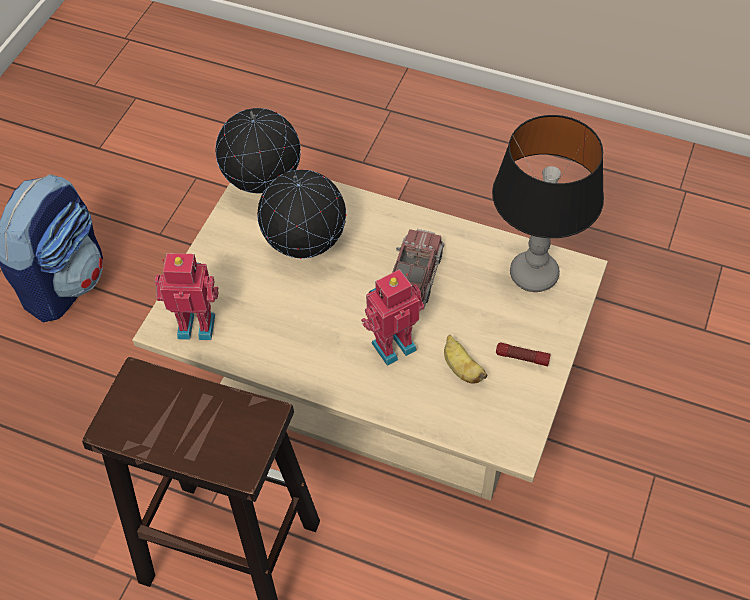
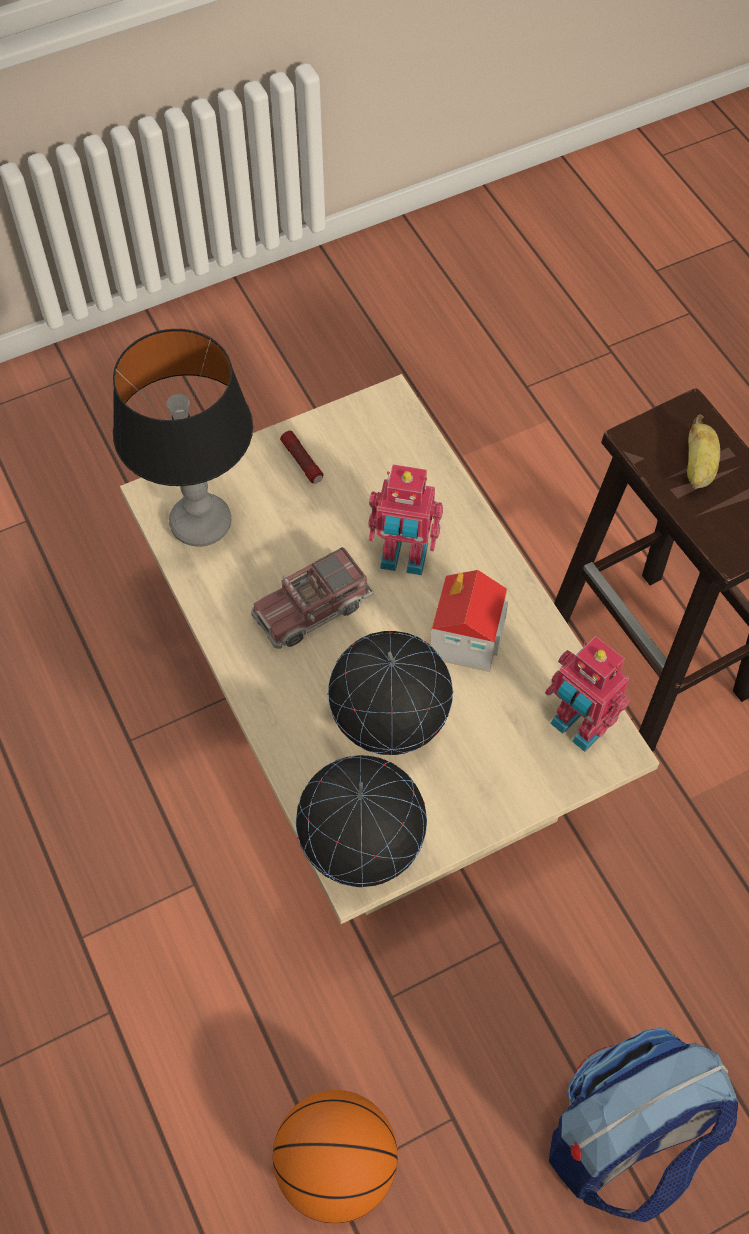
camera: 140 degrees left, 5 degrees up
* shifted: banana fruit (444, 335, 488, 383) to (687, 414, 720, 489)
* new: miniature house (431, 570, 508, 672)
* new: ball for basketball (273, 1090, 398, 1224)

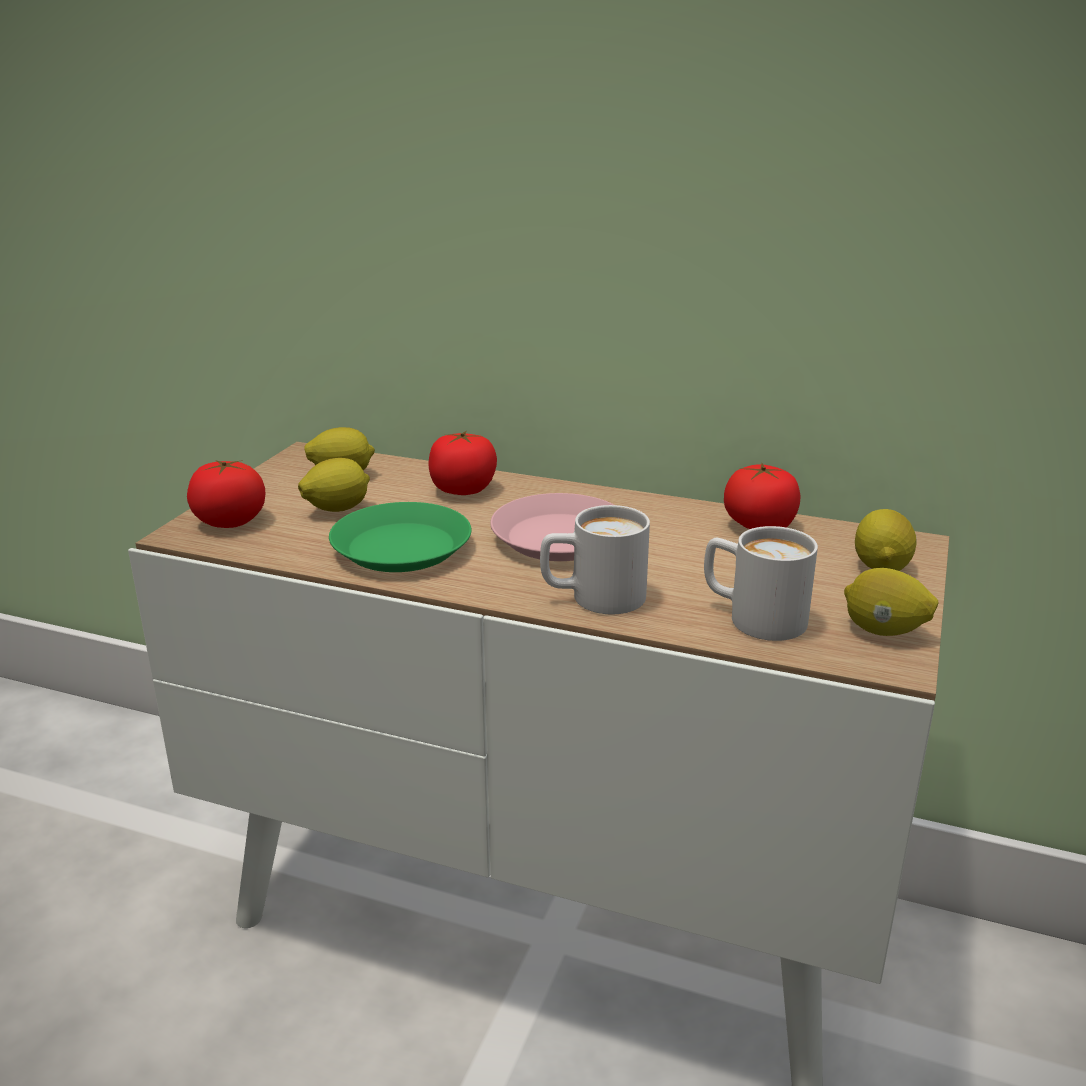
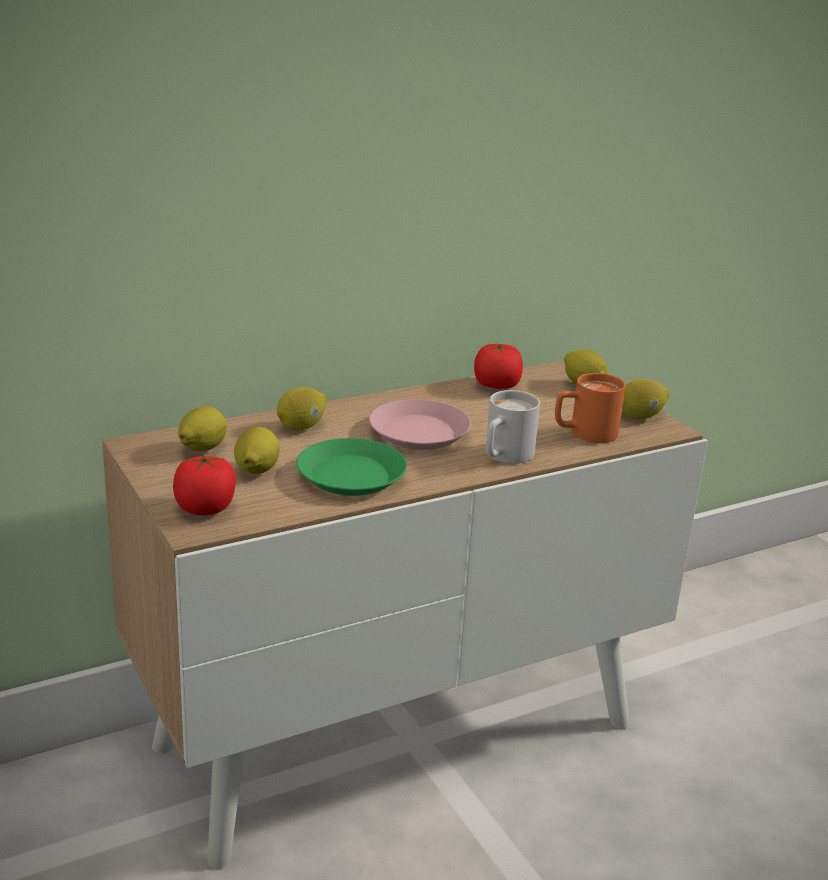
camera: 50 degrees left, 0 degrees up
* swapped: fresh tomato (429, 431, 497, 495) to citrus fruit (277, 387, 327, 430)
* repainted: whitish tea mug (704, 526, 818, 641) to orange tea mug (555, 373, 625, 443)

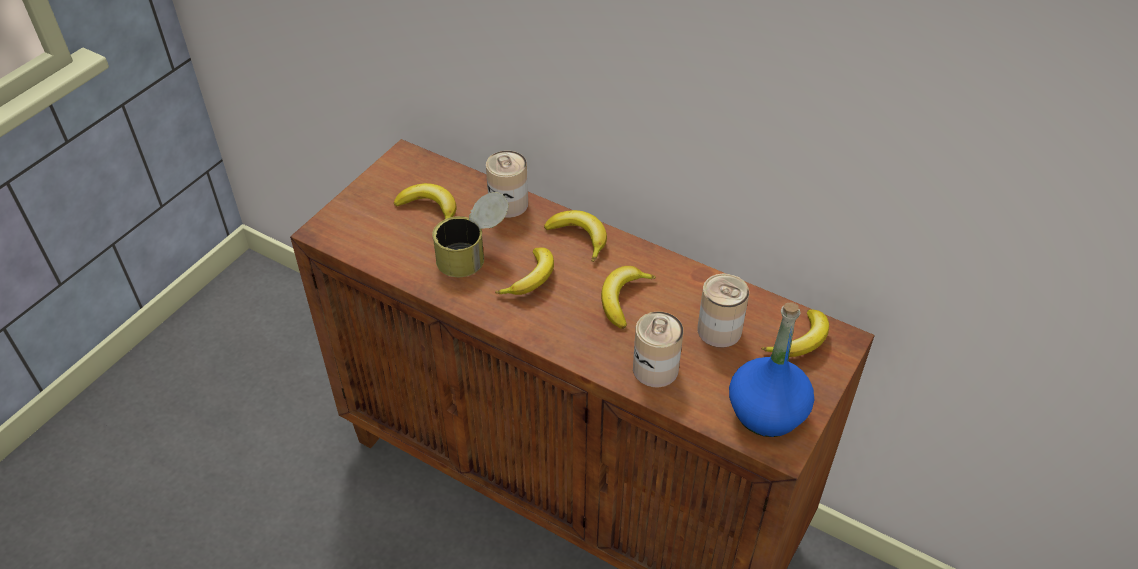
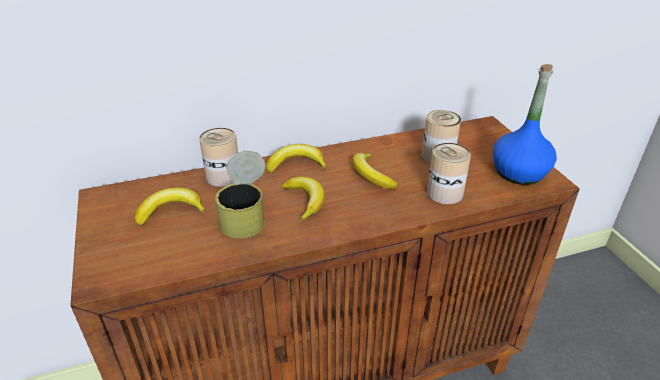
camera: 50 degrees left, 10 degrees down
* gone: banana fruit (761, 309, 829, 357)

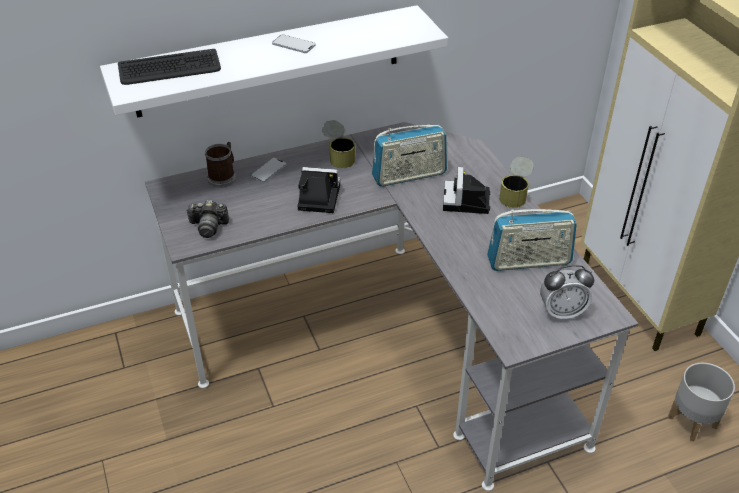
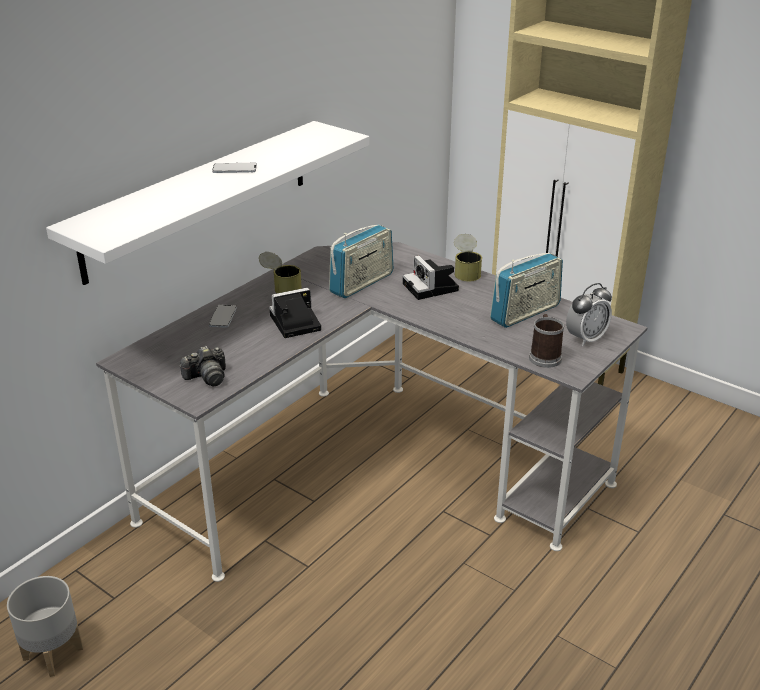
camera: 30 degrees left, 10 degrees down
* gone: PC keyboard (118, 49, 221, 85)
* shifted: tea mug (205, 142, 236, 188) to (529, 314, 564, 368)
* shifted: grey plant pot (668, 363, 735, 441) to (7, 576, 83, 677)

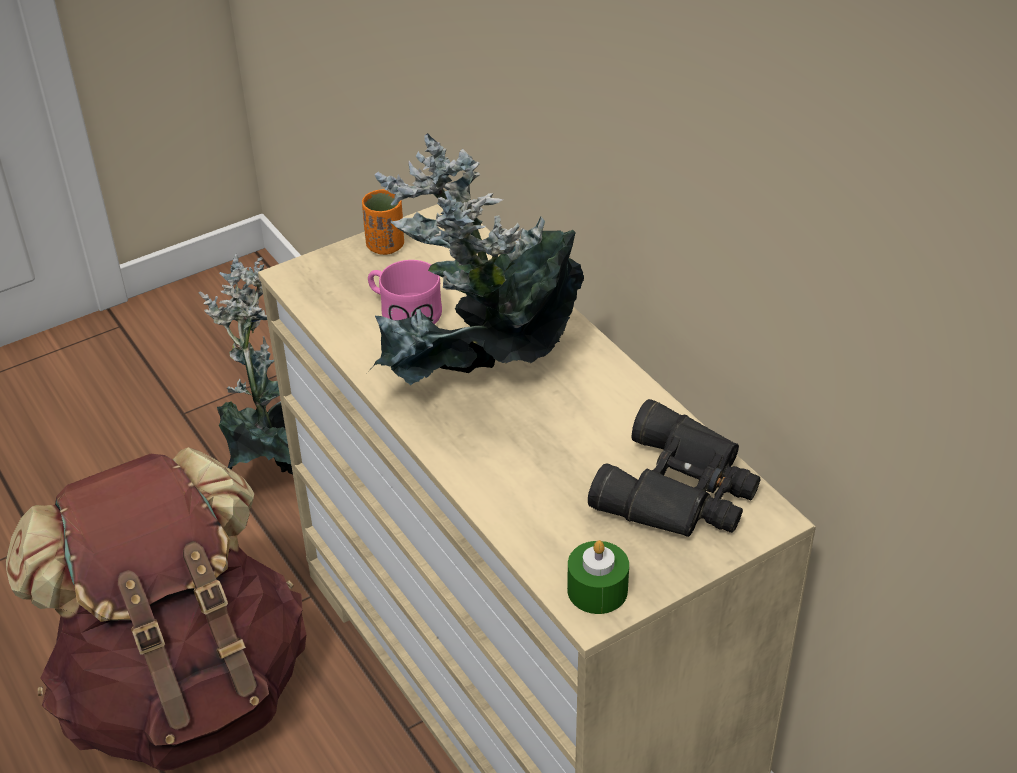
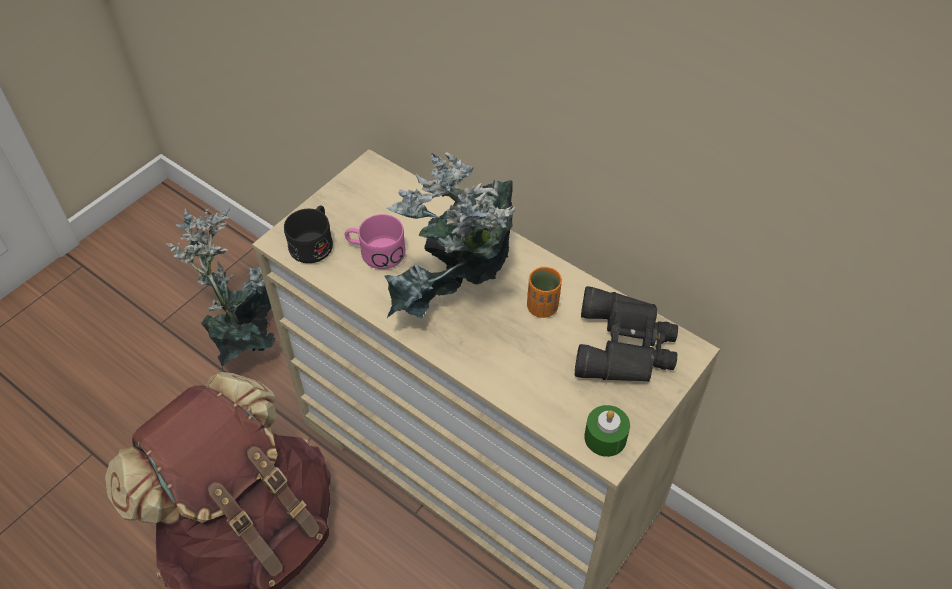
camera: 20 degrees left, 10 degrees up
* shifted: orange small cup (362, 189, 404, 255) to (527, 266, 562, 318)
* new: black tea mug (284, 205, 333, 263)

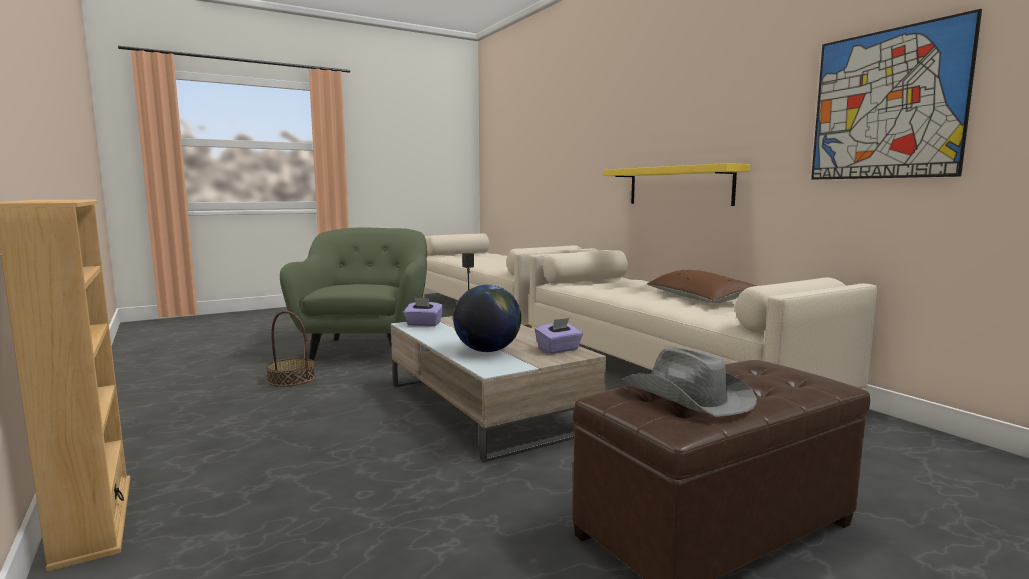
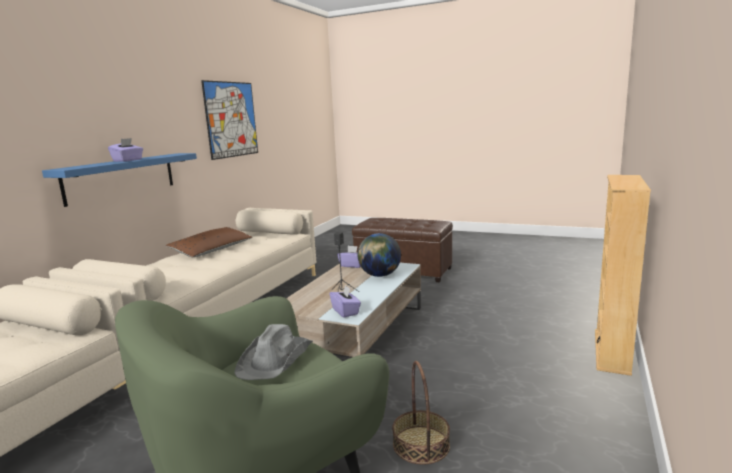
camera: 125 degrees left, 5 degrees up
* repainted: yellow-coloured shelf (603, 163, 750, 206) to bluish shelf (42, 153, 197, 207)
* shifted: grey hat (622, 347, 757, 417) to (234, 324, 313, 380)
* new: purple-coloured tissue box (108, 138, 143, 162)

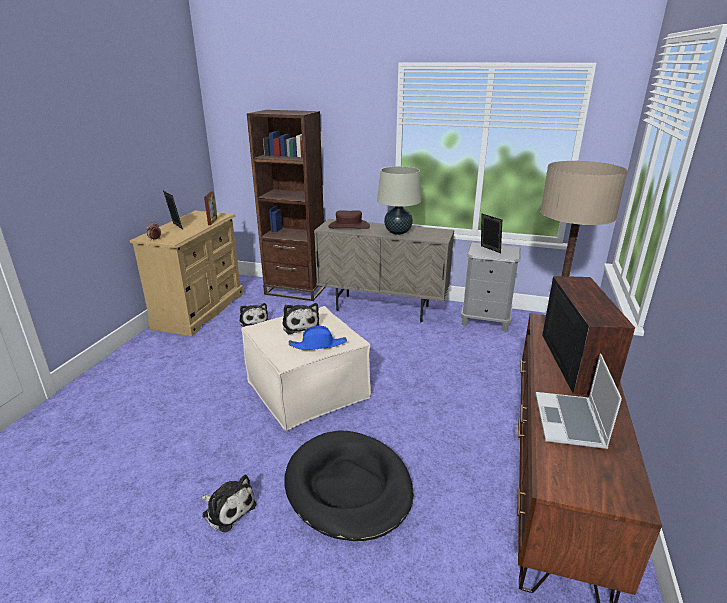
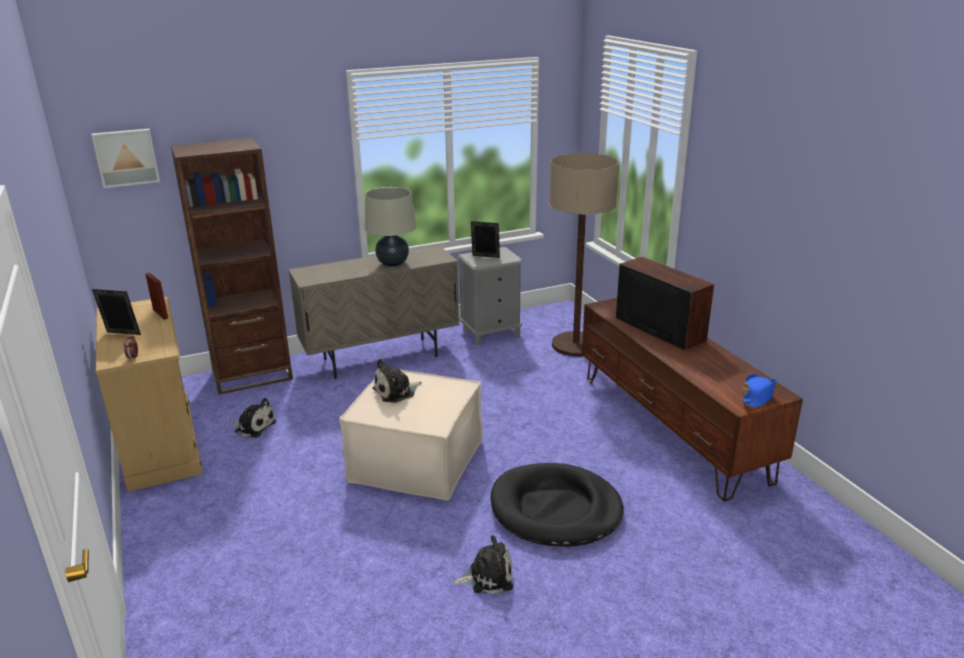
camera: 40 degrees left, 0 degrees up
* gone: brown-coloured hat (328, 210, 370, 229)
* rotated: plush toy (282, 303, 319, 334) = (372, 359, 422, 403) 120 degrees clockwise
* shifted: bluish hat (289, 326, 347, 350) to (743, 374, 776, 407)
* gone: laptop (536, 354, 622, 449)
* new: picture (91, 129, 160, 188)

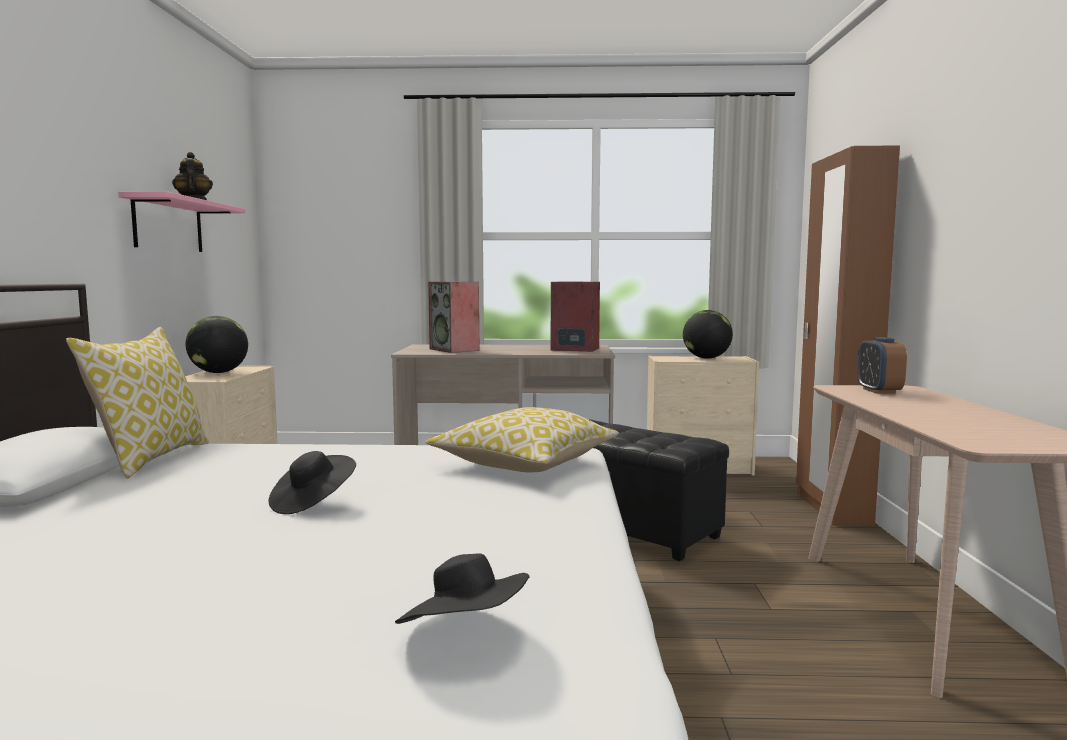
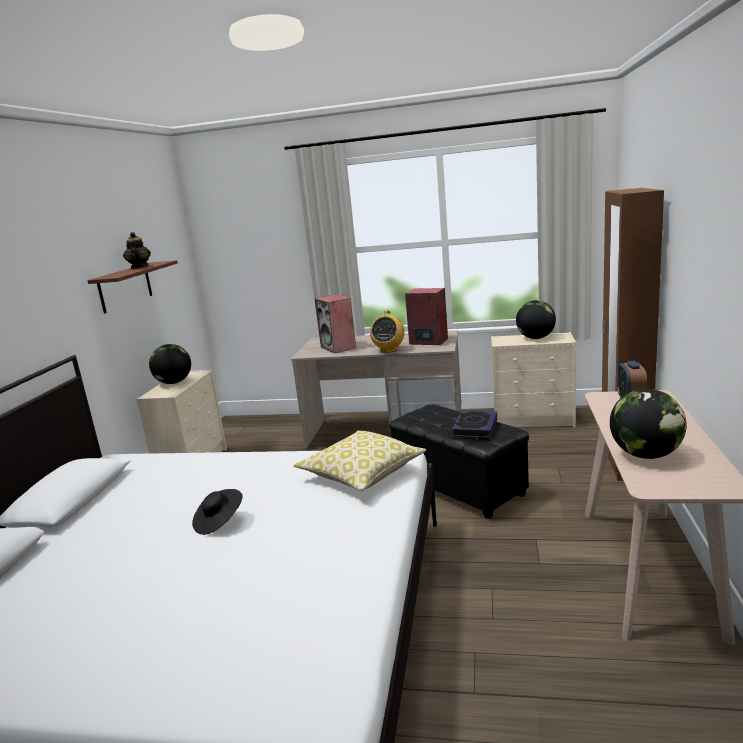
camera: 10 degrees right, 10 degrees up
* repainted: pink-coloured shelf (118, 191, 245, 252) to brown-coloured shelf (87, 260, 178, 313)
* gone: cushion (66, 327, 209, 478)
* gone: black hat (395, 553, 530, 624)
* new: radio set (370, 311, 405, 353)
* new: world globe (610, 389, 687, 459)
* new: volume (452, 410, 497, 438)

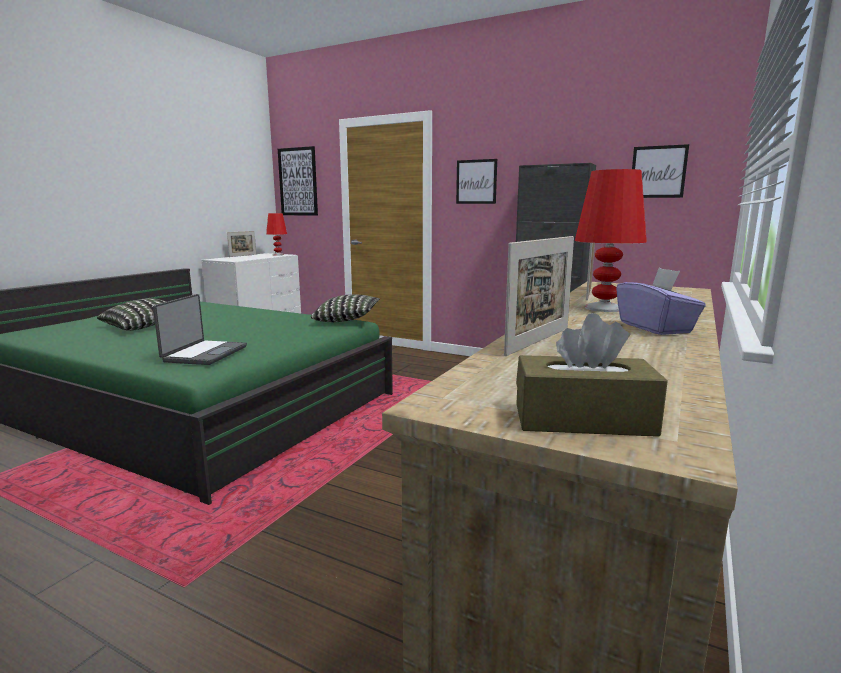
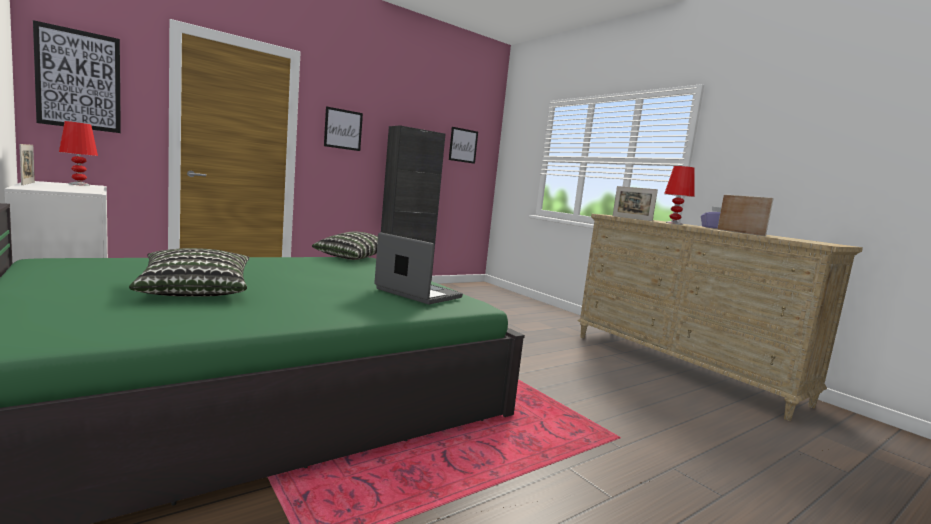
camera: 65 degrees left, 5 degrees down
* gone: brown-coloured tissue box (516, 313, 668, 437)

